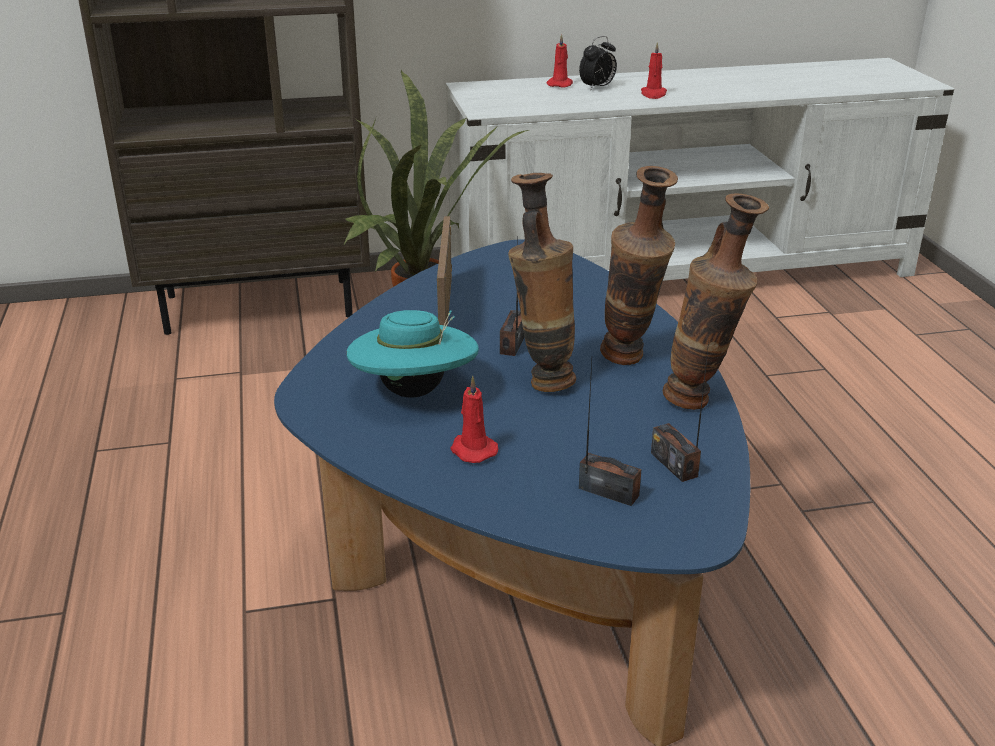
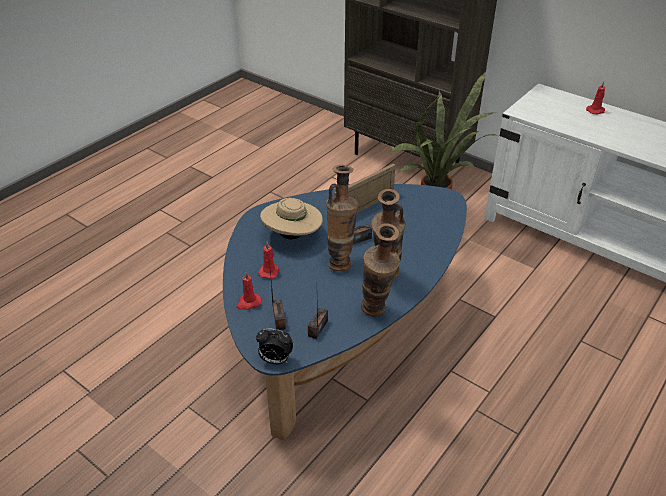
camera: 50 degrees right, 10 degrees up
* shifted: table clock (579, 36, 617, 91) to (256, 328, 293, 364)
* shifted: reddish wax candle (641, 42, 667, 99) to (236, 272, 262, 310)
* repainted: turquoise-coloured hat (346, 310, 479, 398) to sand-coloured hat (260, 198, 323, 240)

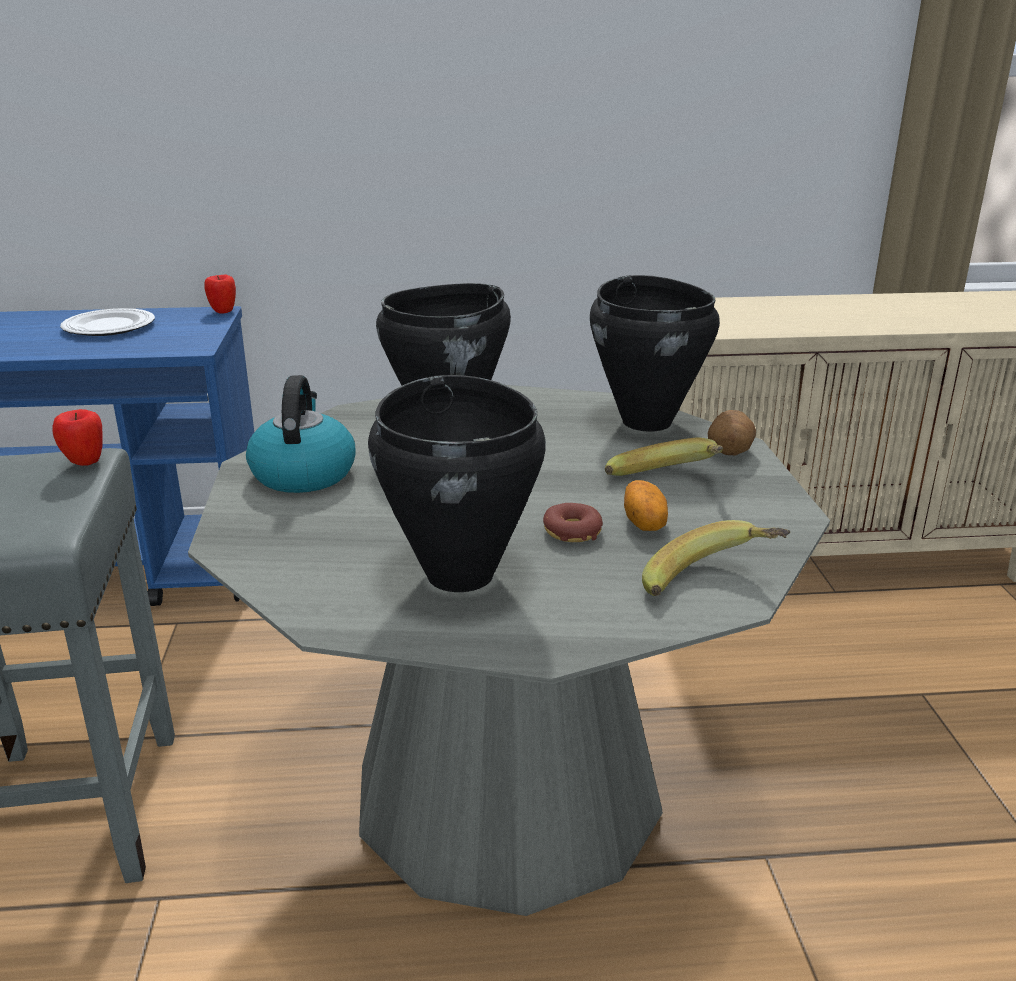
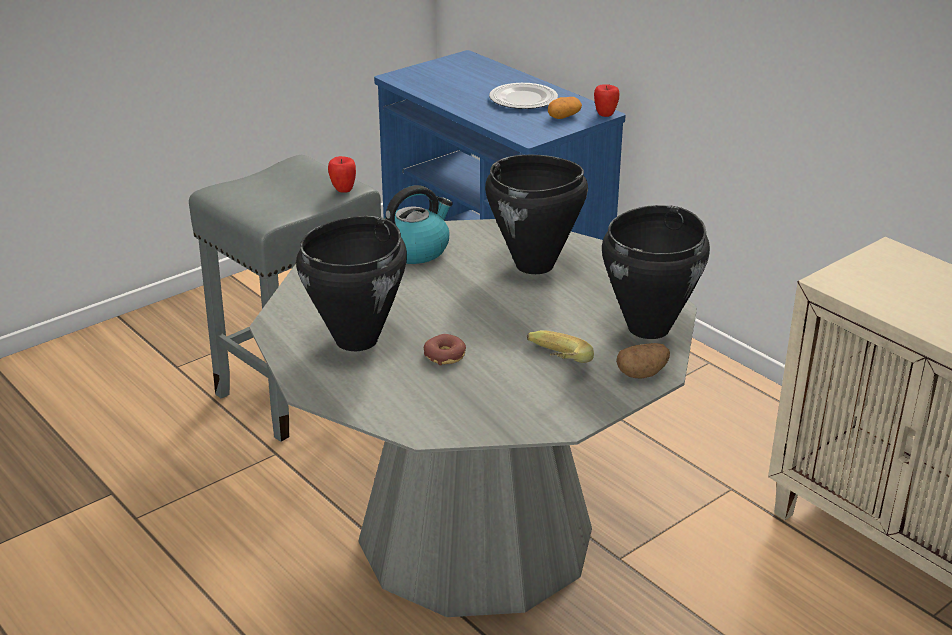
camera: 55 degrees right, 5 degrees up
* shifted: spud (624, 480, 668, 531) to (548, 97, 582, 119)
* gone: banana fruit (642, 520, 790, 596)

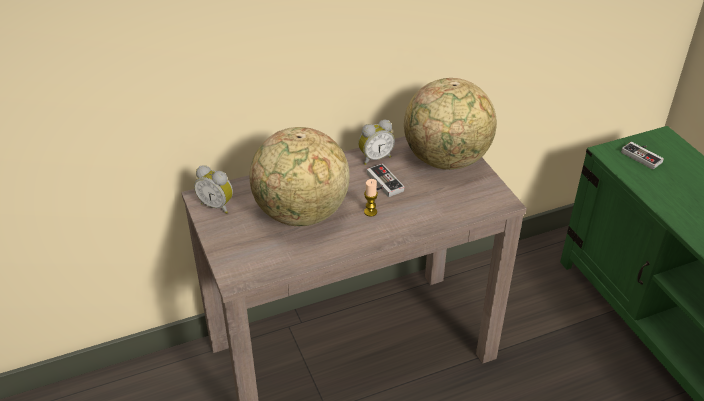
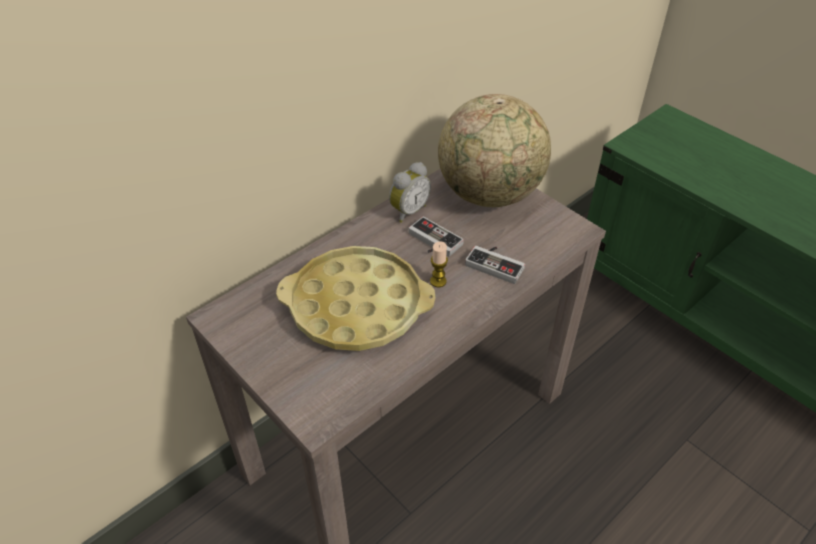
camera: 20 degrees left, 5 degrees up
* swapped: world globe (249, 127, 350, 226) to yellow-coloured carrying tray (276, 246, 435, 351)
* shifted: joypad (621, 142, 664, 169) to (465, 246, 525, 284)
* gone: table clock (194, 165, 233, 214)

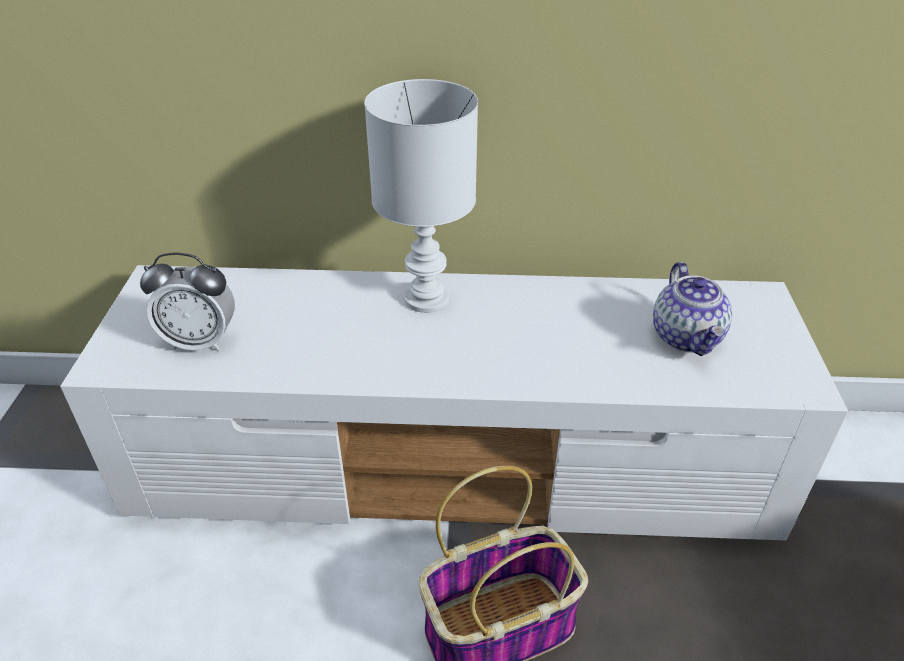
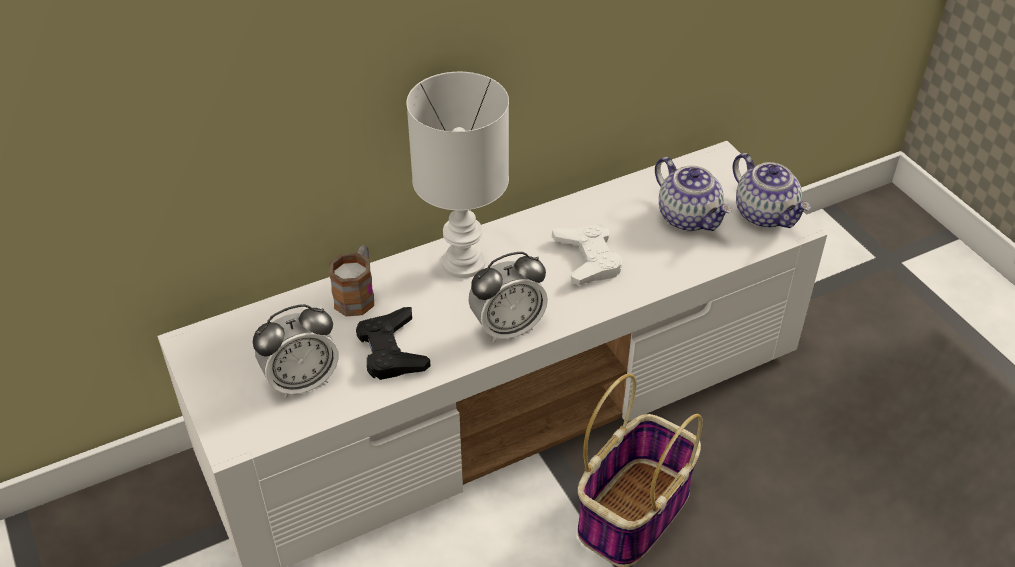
camera: 30 degrees left, 5 degrees up
* new: pot for tea (733, 153, 811, 228)
* new: whitish joypad (552, 225, 623, 285)
* new: tea mug (329, 245, 374, 316)
* new: table clock (469, 252, 548, 343)
* new: black joypad (356, 307, 431, 380)

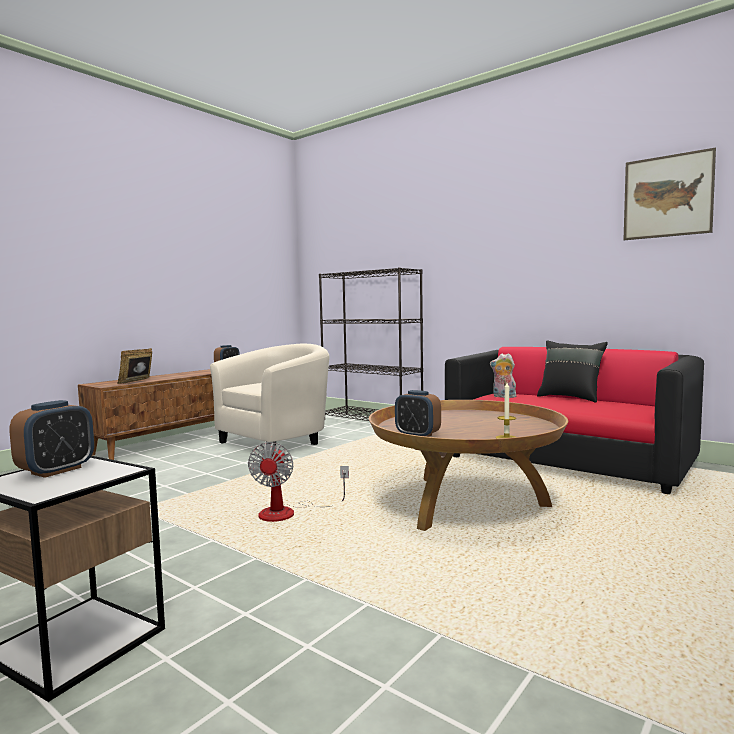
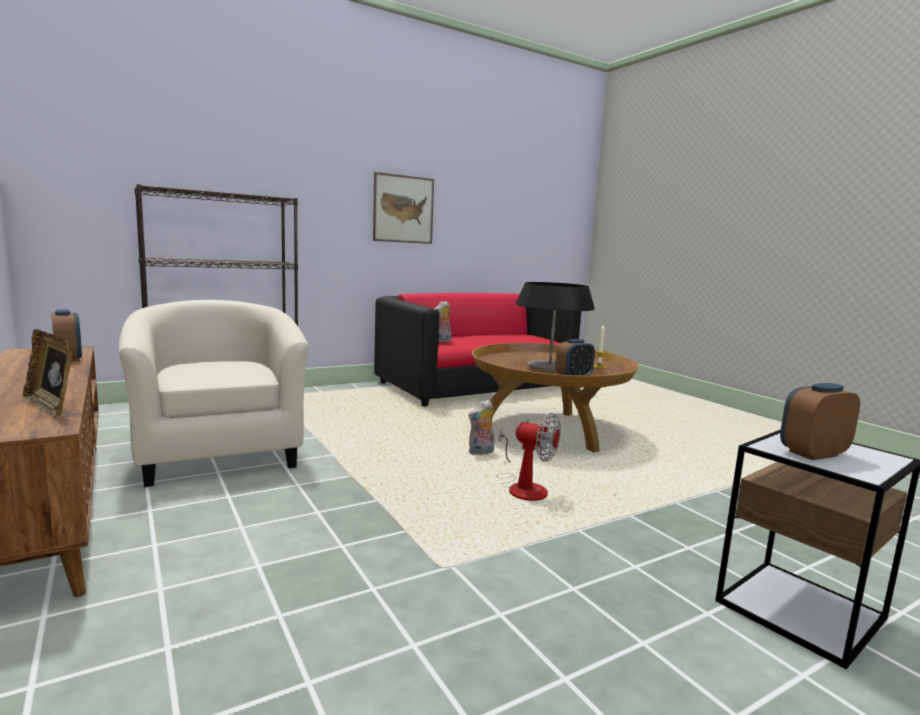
camera: 70 degrees left, 5 degrees up
* shifted: picture (624, 148, 716, 240) to (373, 172, 434, 244)
* gone: black cushion (537, 340, 608, 403)
* rotated: table clock (9, 400, 94, 478) = (780, 383, 860, 460) 75 degrees counterclockwise
* new: lamp for a table (516, 282, 594, 371)
* new: plush toy (469, 400, 495, 455)

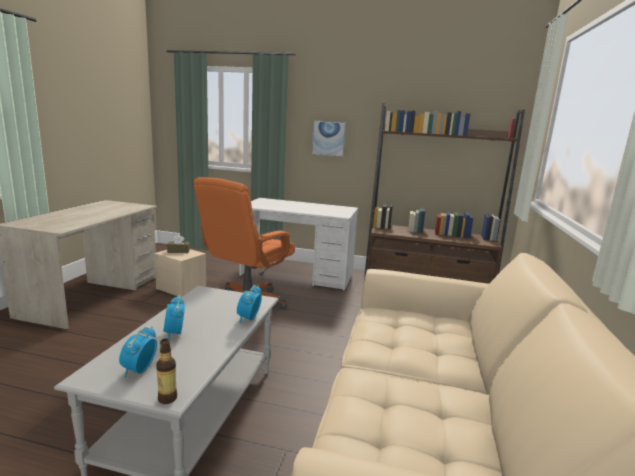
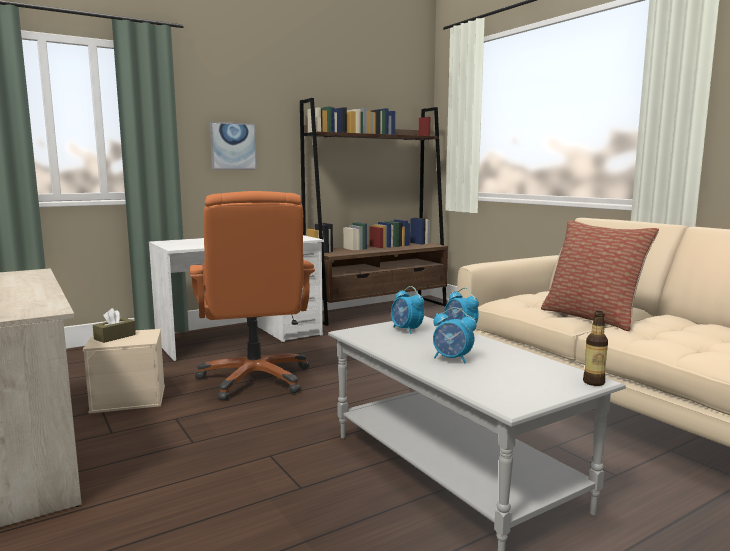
camera: 45 degrees left, 5 degrees down
* shifted: table clock (119, 326, 157, 377) to (391, 286, 424, 334)
* new: cushion (541, 220, 659, 331)

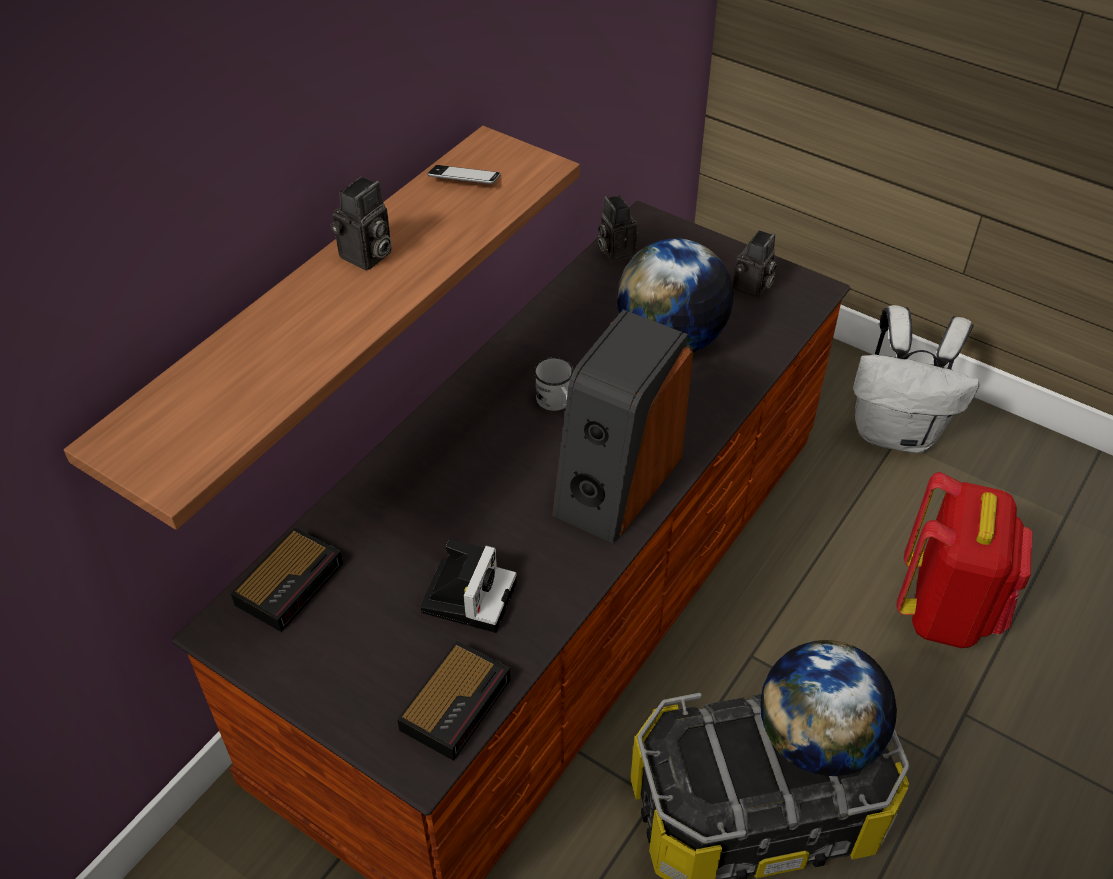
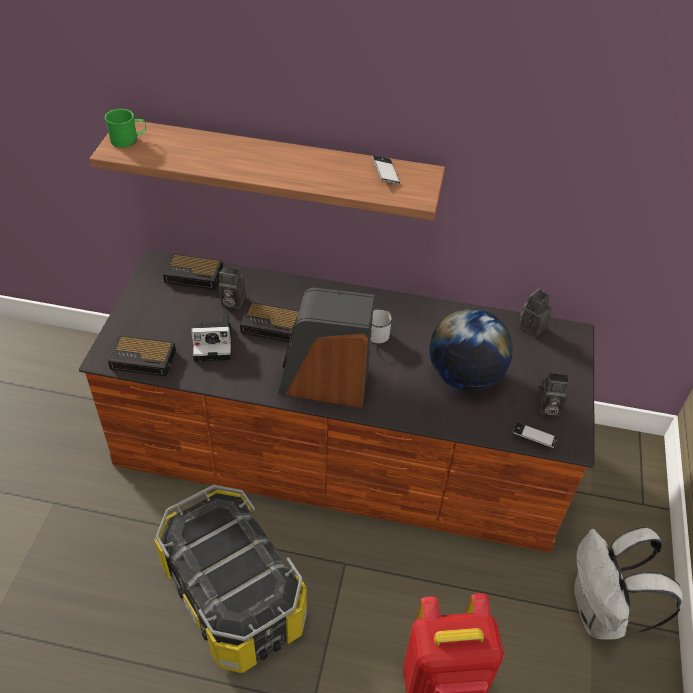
camera: 65 degrees right, 0 degrees up
* shifted: photo camera (330, 176, 392, 271) to (219, 266, 245, 309)
* gone: world globe (760, 640, 897, 776)
* new: green tea mug (105, 109, 146, 148)
* new: table clock (240, 302, 299, 343)
* new: phone (513, 422, 557, 448)

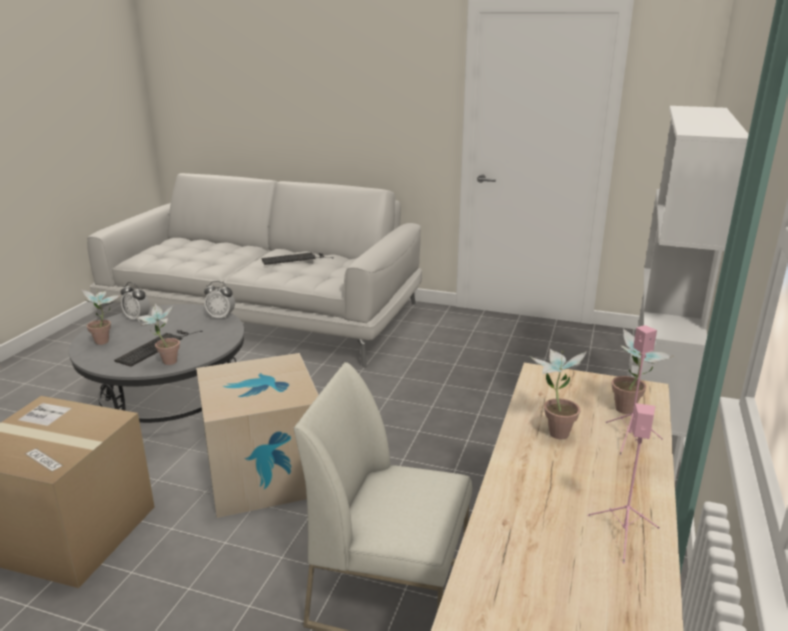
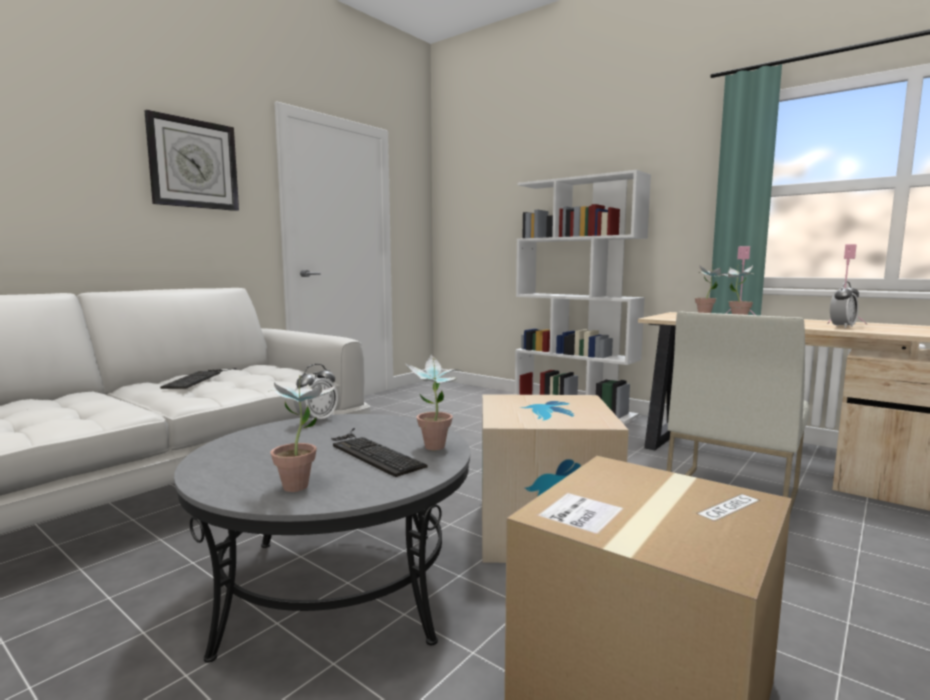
camera: 70 degrees left, 15 degrees down
* shifted: table clock (121, 282, 150, 322) to (830, 281, 859, 328)
* new: hanging clock (145, 110, 239, 211)

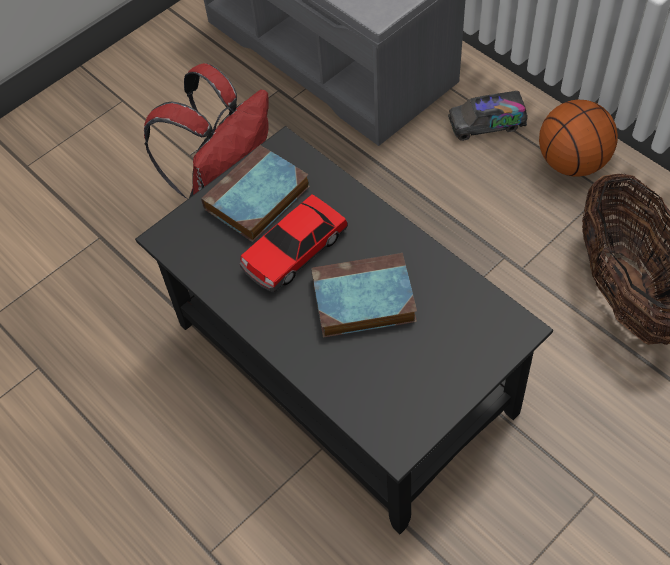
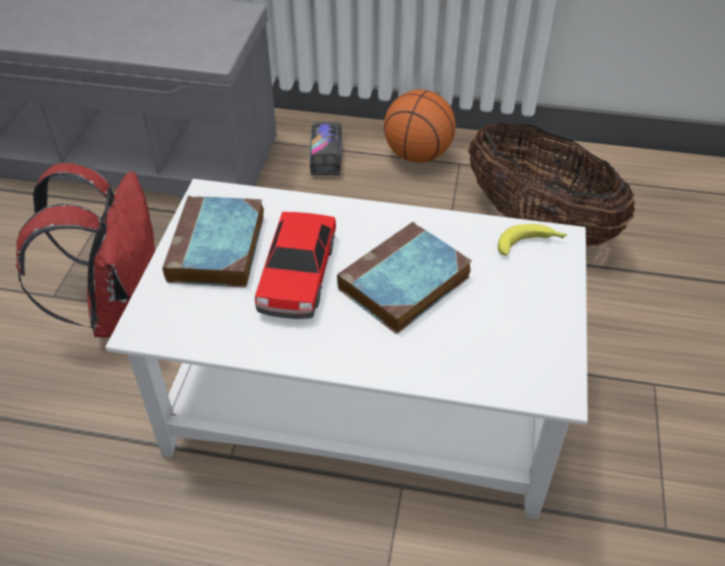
camera: 40 degrees left, 10 degrees down
* rotated: toy lorry (448, 91, 527, 141) = (310, 122, 342, 175) 135 degrees clockwise
* repainted: black low table (135, 126, 553, 534) to whitish low table (106, 179, 588, 520)
* new: banana fruit (498, 224, 567, 256)

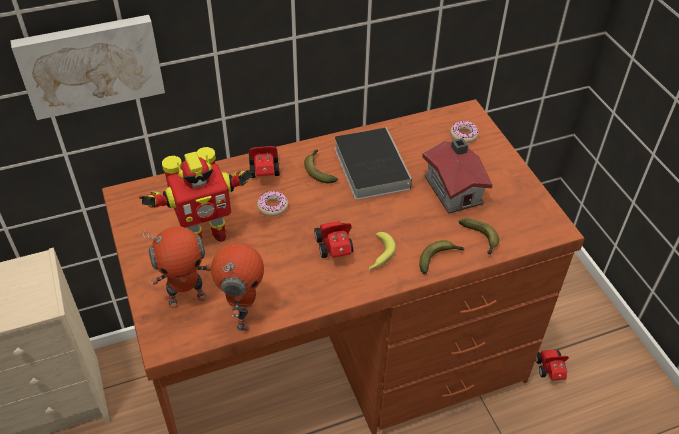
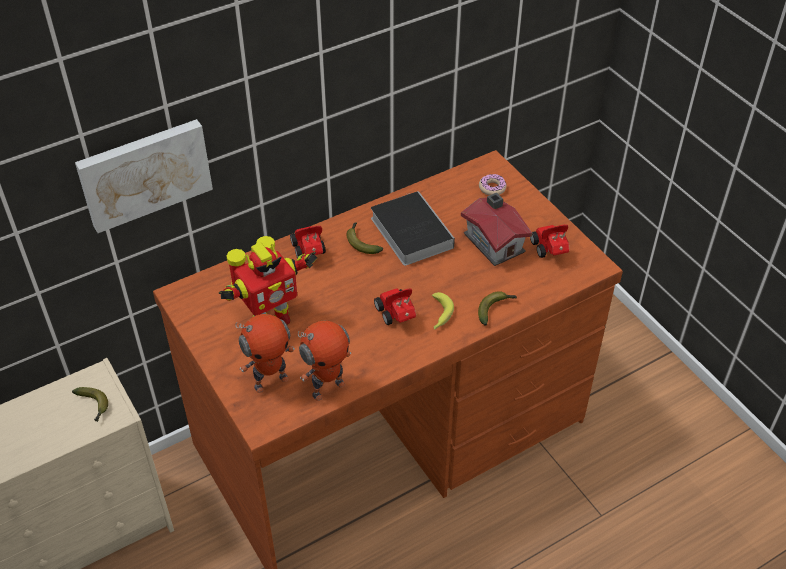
camera: 10 degrees left, 0 degrees up
* gone: donut (257, 191, 288, 216)
* shifted: banana fruit (459, 219, 499, 255) to (72, 387, 108, 422)
* rotated: robot figure (211, 243, 264, 331) = (298, 321, 351, 401) 60 degrees clockwise
* shifted: miniature car (535, 350, 569, 380) to (530, 225, 570, 258)

